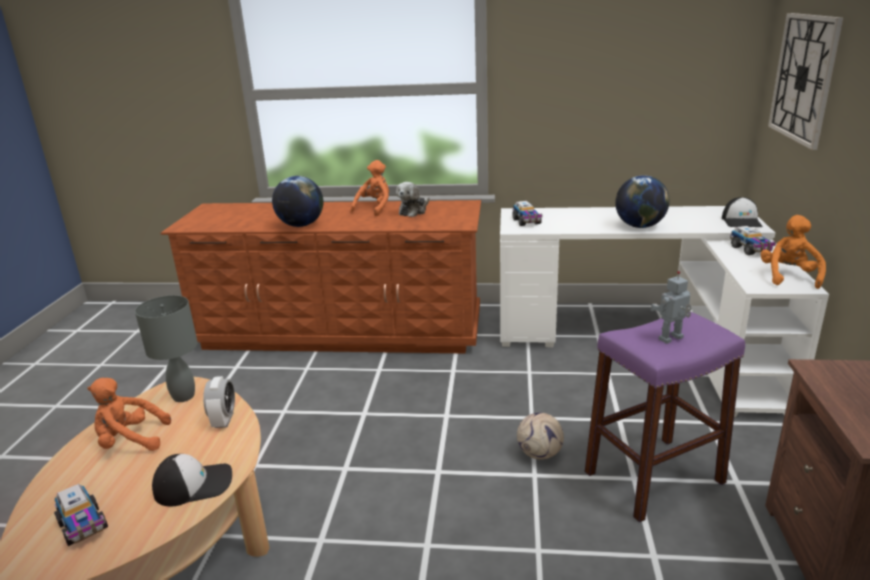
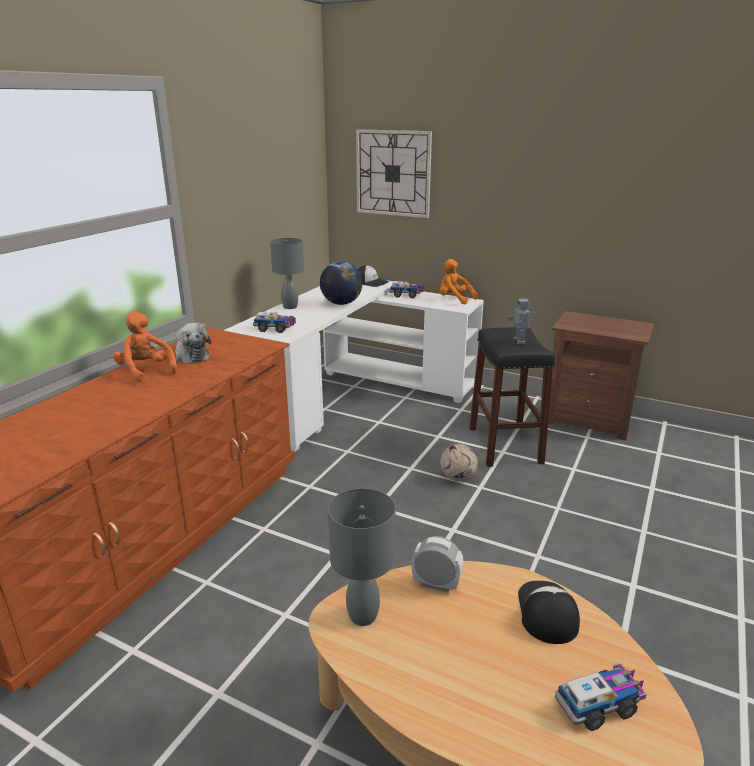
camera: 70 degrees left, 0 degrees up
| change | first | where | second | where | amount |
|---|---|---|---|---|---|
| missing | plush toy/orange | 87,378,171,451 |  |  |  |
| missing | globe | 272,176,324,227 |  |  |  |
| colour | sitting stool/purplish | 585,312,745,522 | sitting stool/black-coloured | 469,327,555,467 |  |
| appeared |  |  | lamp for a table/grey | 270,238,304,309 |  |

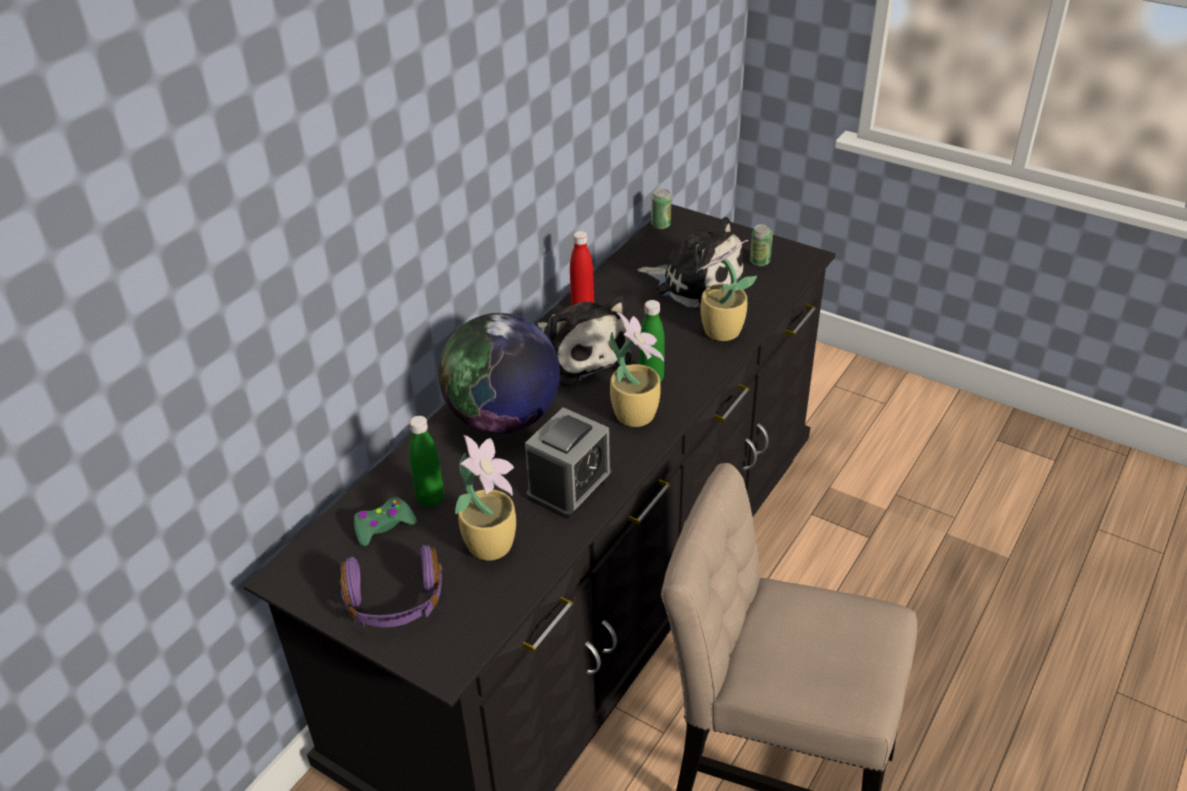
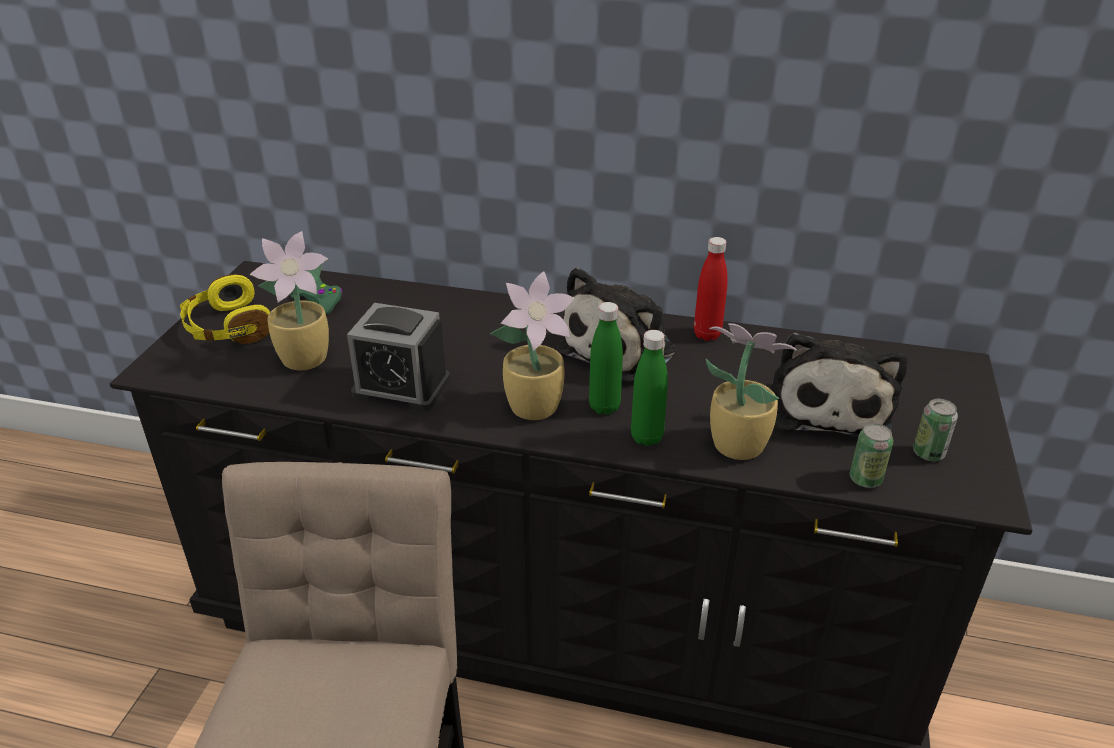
camera: 70 degrees right, 5 degrees down
| change | first | where | second | where | amount |
|---|---|---|---|---|---|
| colour | headphones/purplish | 339,545,442,628 | headphones/yellow | 180,274,270,344 |  |
| relocated | beverage bottle/green | 409,416,444,507 |  | 631,330,668,446 |  |
| missing | globe | 438,313,560,434 |  |  |  |
| relocated | sealed can | 651,189,671,229 |  | 850,423,893,488 |  |

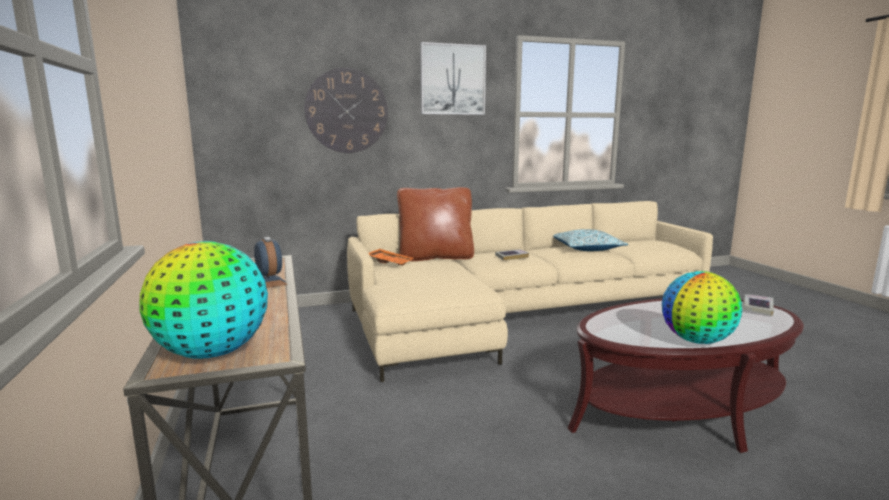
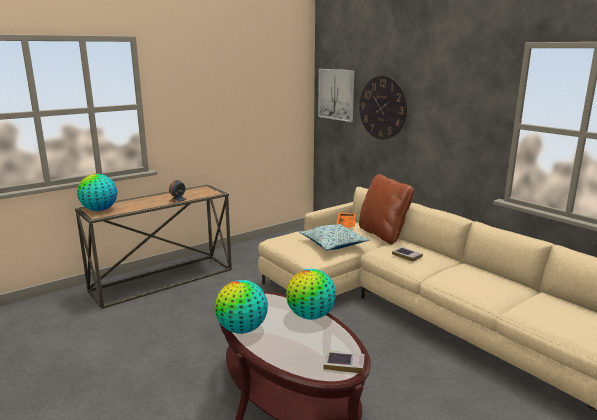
camera: 70 degrees right, 5 degrees up
| change | first | where | second | where | amount |
|---|---|---|---|---|---|
| relocated | picture | 420,42,486,115 |  | 318,69,354,122 |  |
| relocated | pillow | 553,229,628,251 |  | 300,224,370,251 |  |
| appeared |  |  | globe | 286,269,336,320 |  |

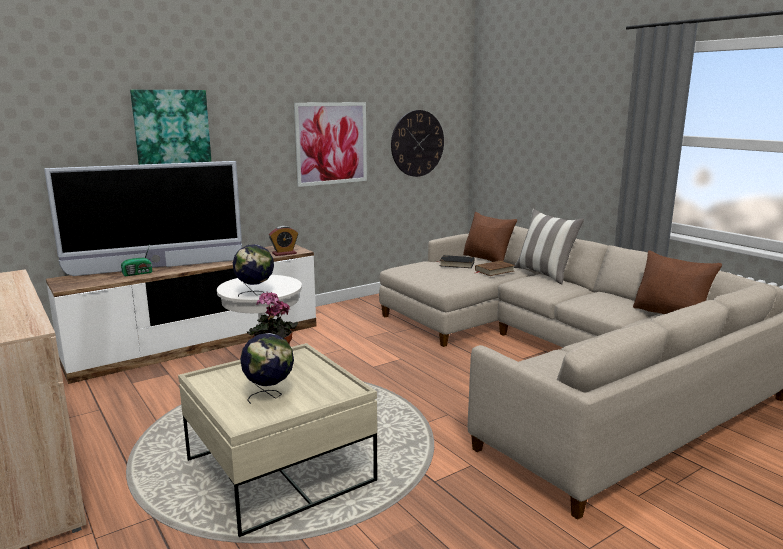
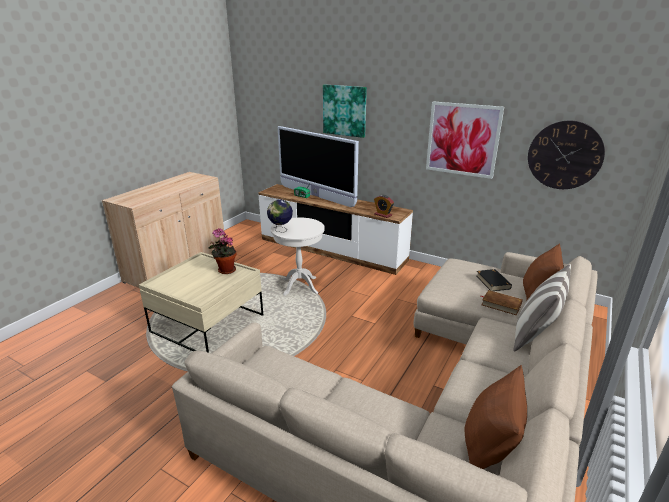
camera: 65 degrees right, 10 degrees up
| change | first | where | second | where | amount |
|---|---|---|---|---|---|
| missing | globe | 240,333,294,404 |  |  |  |

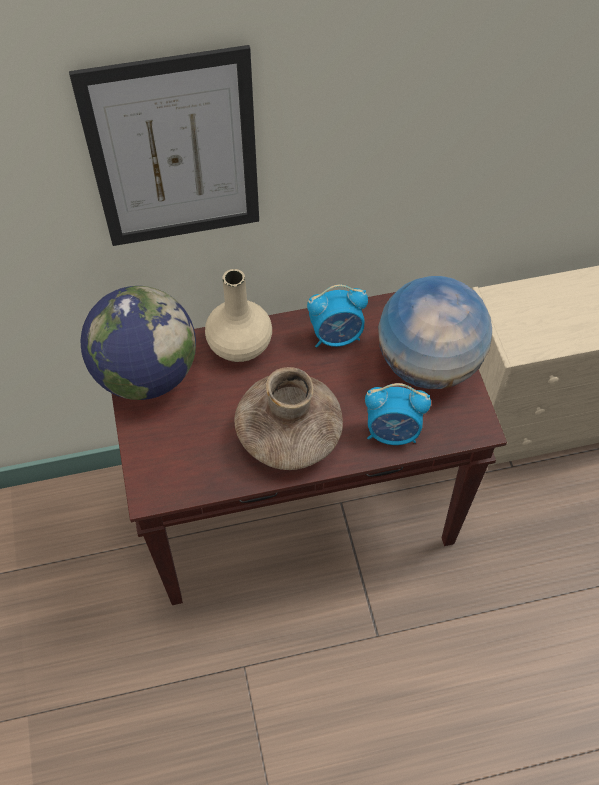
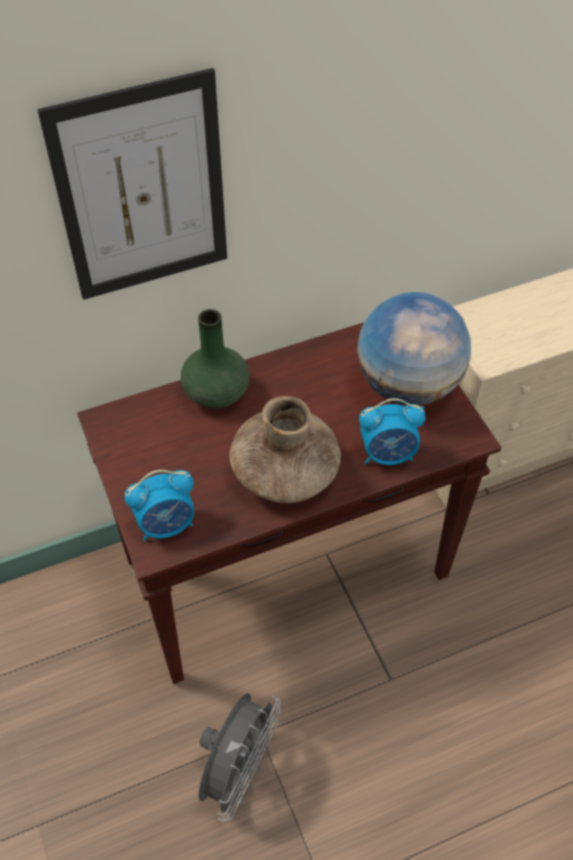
camera: 10 degrees left, 5 degrees down
| change | first | where | second | where | amount |
|---|---|---|---|---|---|
| missing | globe | 81,286,196,400 |  |  |  |
| colour | vase/beige-coloured | 205,269,272,362 | vase/green | 181,309,250,408 |  |
| relocated | alarm clock | 307,285,368,348 |  | 125,470,194,542 |  |
| appeared |  |  | fan/grey | 198,693,281,822 |  |

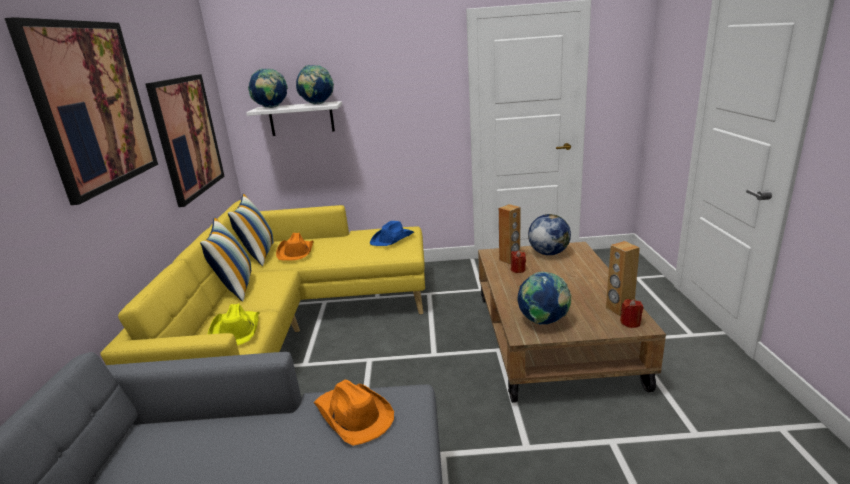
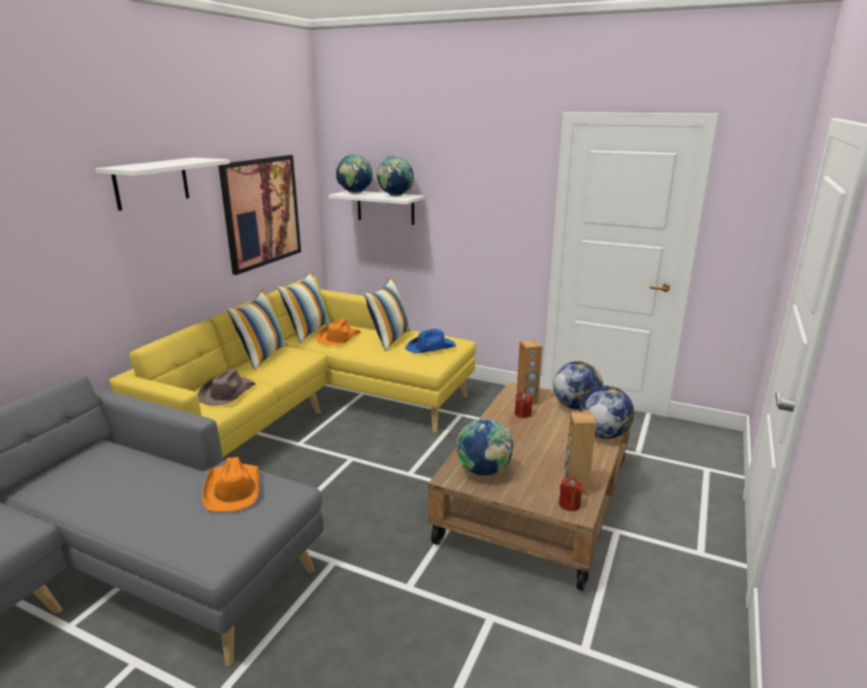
camera: 25 degrees right, 0 degrees up
| change | first | where | second | where | amount |
|---|---|---|---|---|---|
| exchanged | picture | 4,17,158,205 | wall shelf/white-coloured | 95,158,230,211 |  |
| colour | clothing hat/yellow | 208,304,259,346 | clothing hat/brownish | 198,369,255,406 |  |
| appeared |  |  | pillow | 364,277,410,351 |  |
| appeared |  |  | globe | 579,386,634,439 |  |

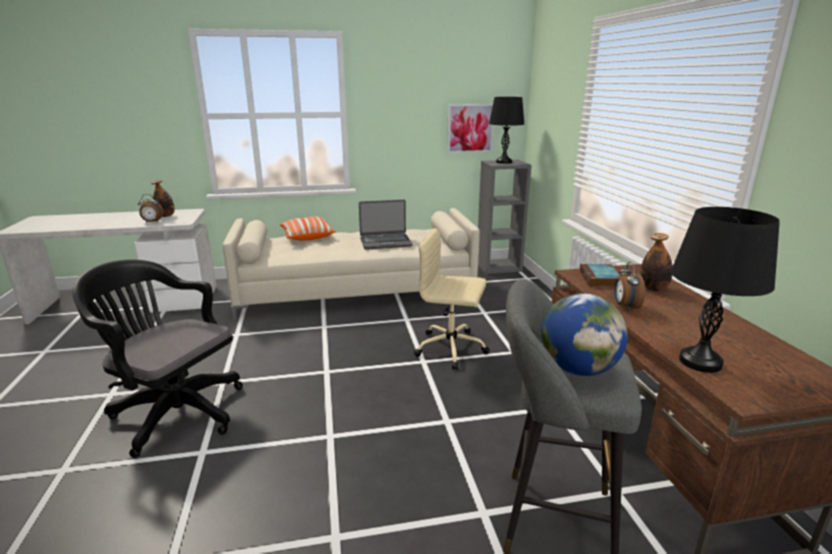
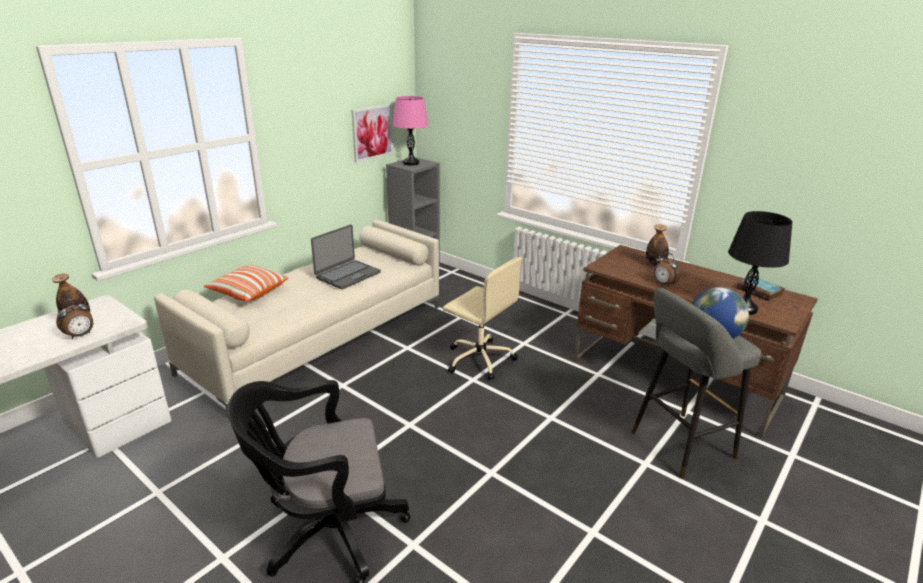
camera: 40 degrees left, 5 degrees up
| change | first | where | second | where | amount |
|---|---|---|---|---|---|
| spun | office chair/beige-coloured | 414,228,490,370 |  | 443,257,522,380 | 120 degrees counterclockwise |
| colour | lamp for a table/black-coloured | 489,97,524,164 | lamp for a table/pinkish | 393,96,428,166 |  |
| relocated | bound book | 580,264,620,287 |  | 736,276,785,302 |  |

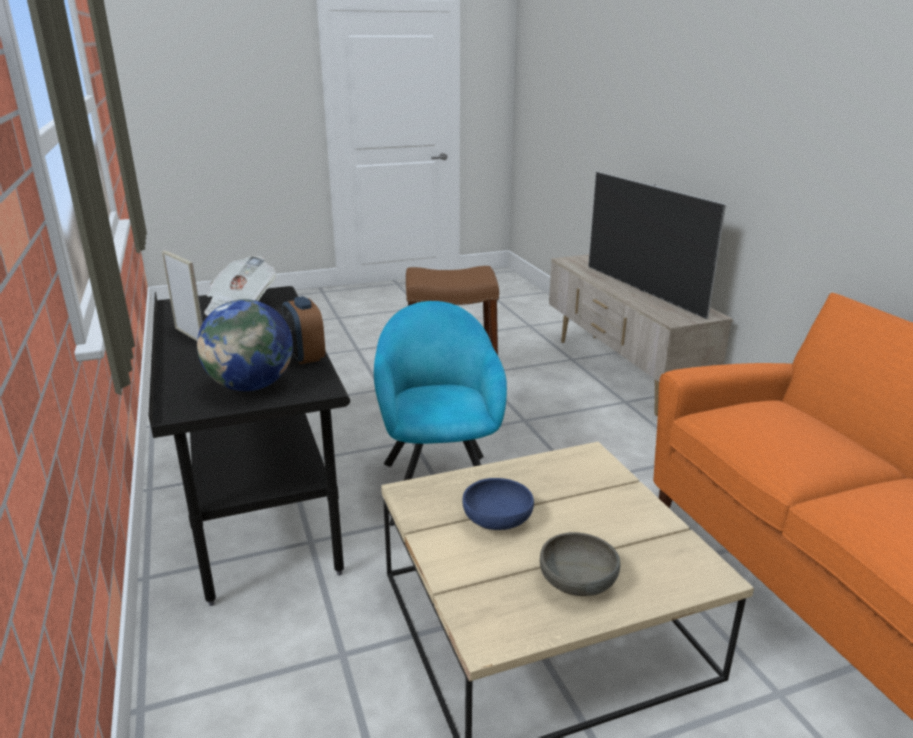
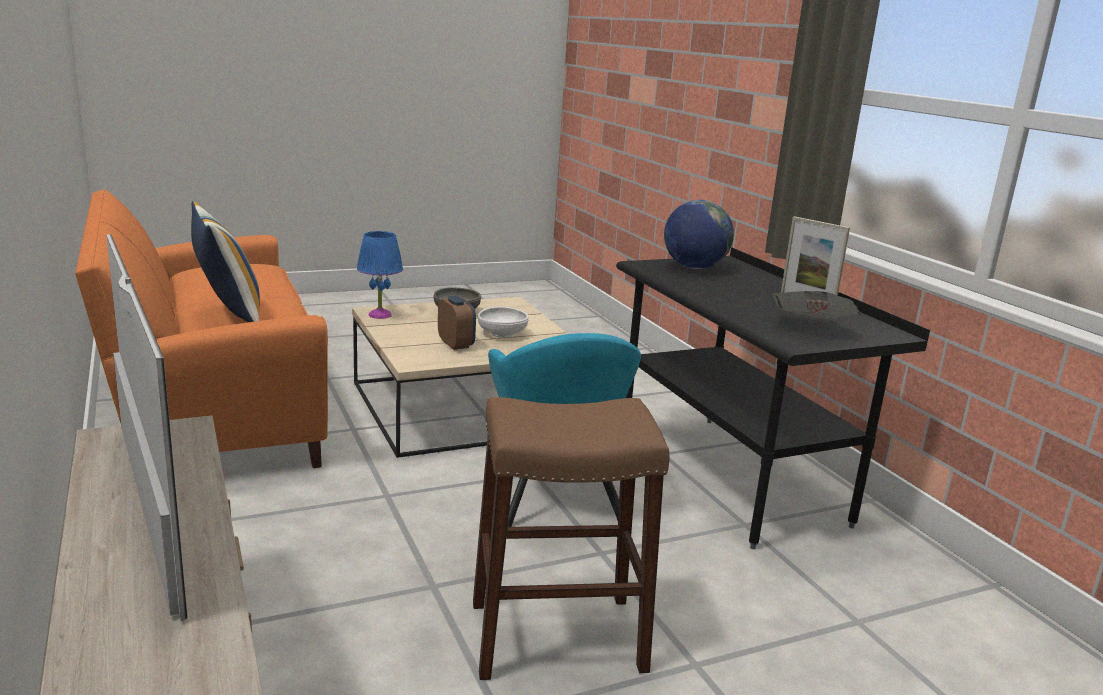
camera: 175 degrees right, 5 degrees down
| change | first | where | second | where | amount |
|---|---|---|---|---|---|
| relocated | alarm clock | 282,296,325,364 |  | 438,296,476,350 |  |
| colour | bowl/bluish | 462,478,534,530 | bowl/white-coloured | 478,307,529,338 |  |
| appeared |  |  | pillow | 191,201,260,322 |  |
| appeared |  |  | lamp for a table/bluish | 357,231,403,319 |  |

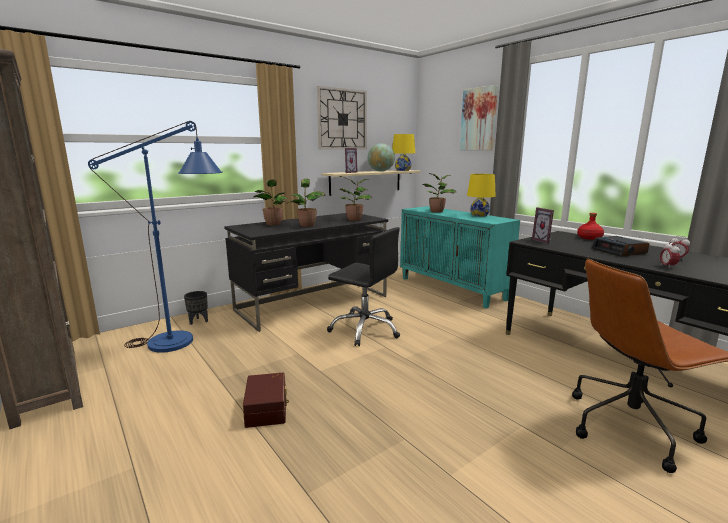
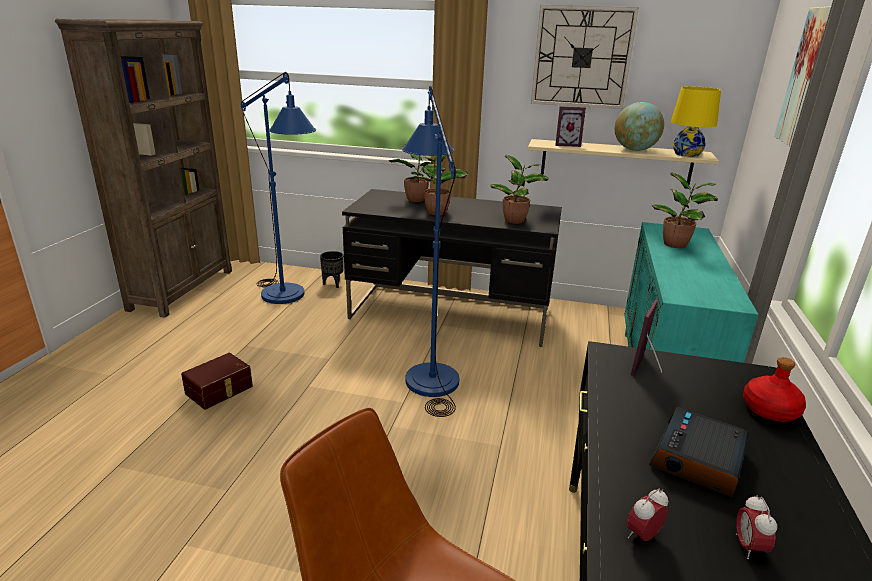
camera: 50 degrees right, 10 degrees up
| change | first | where | second | where | amount |
|---|---|---|---|---|---|
| exchanged | office chair/black-coloured | 327,227,400,346 | floor lamp/bluish | 402,86,459,417 |  |
| missing | lamp for a table/yellow | 467,174,496,217 |  |  |  |

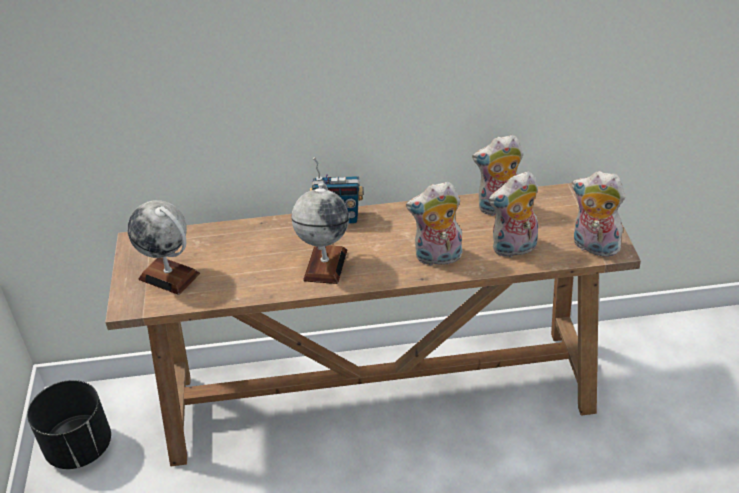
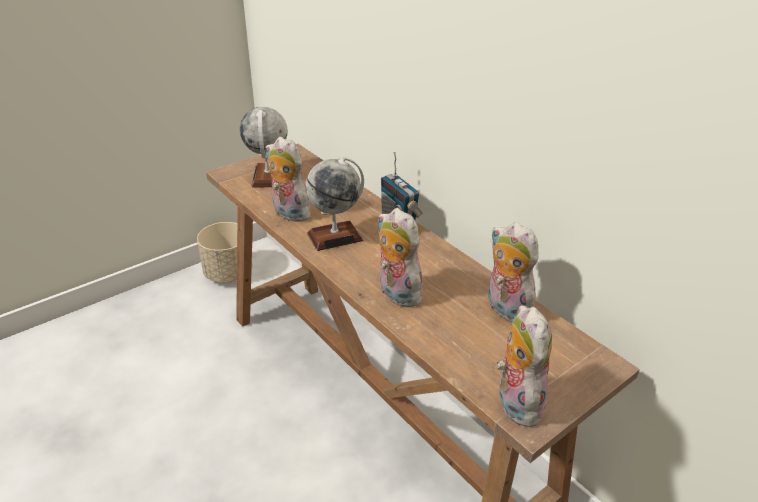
camera: 55 degrees right, 5 degrees down
| change | first | where | second | where | amount |
|---|---|---|---|---|---|
| colour | flower pot/black-coloured | 27,380,111,469 | flower pot/beige-coloured | 197,222,253,283 |  |
| relocated | plush toy | 489,171,538,257 |  | 265,137,312,222 |  |

